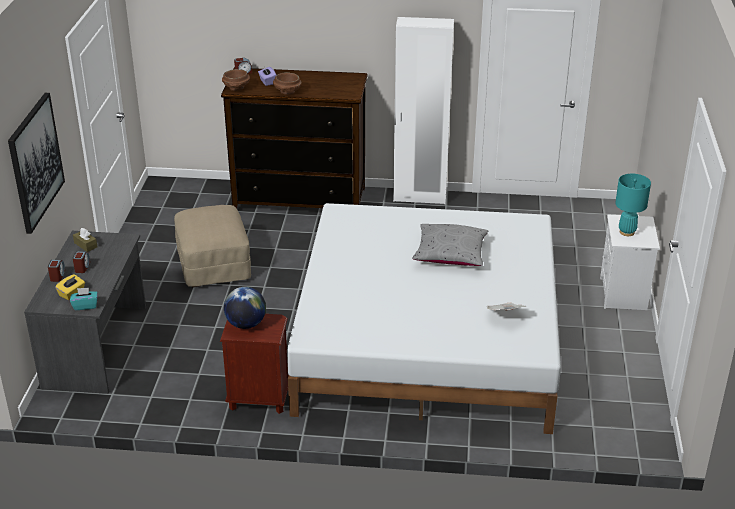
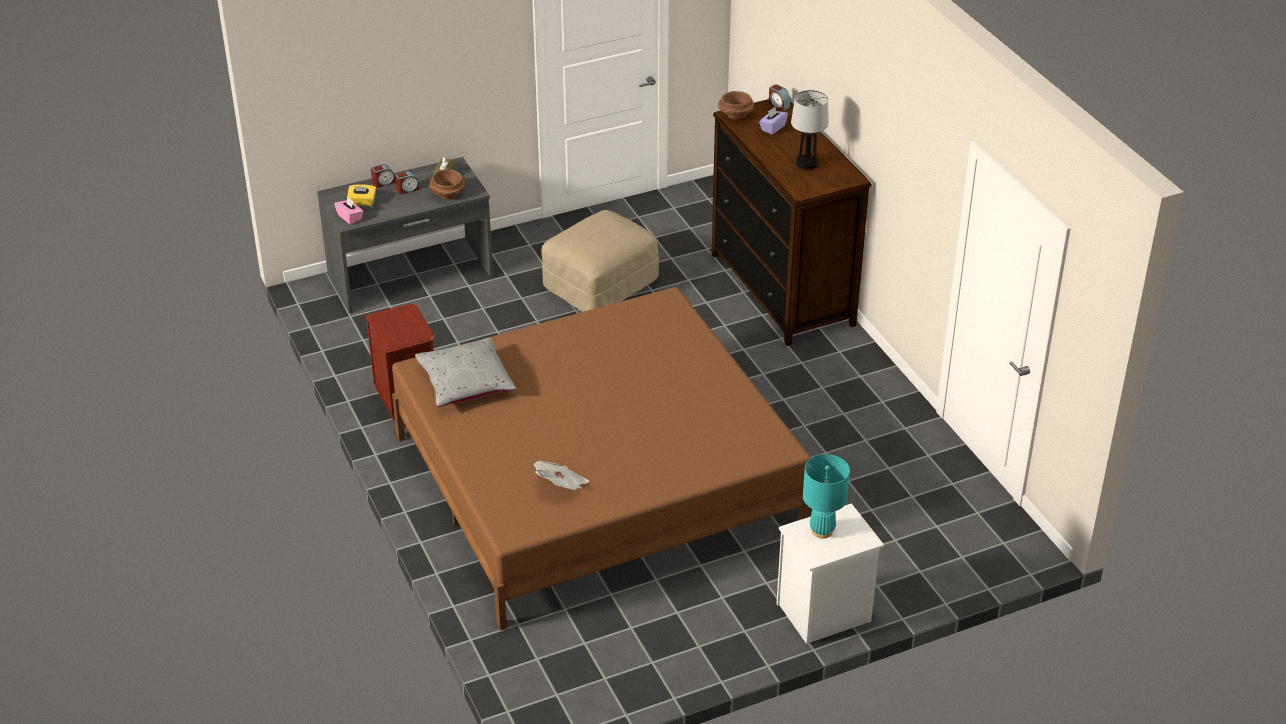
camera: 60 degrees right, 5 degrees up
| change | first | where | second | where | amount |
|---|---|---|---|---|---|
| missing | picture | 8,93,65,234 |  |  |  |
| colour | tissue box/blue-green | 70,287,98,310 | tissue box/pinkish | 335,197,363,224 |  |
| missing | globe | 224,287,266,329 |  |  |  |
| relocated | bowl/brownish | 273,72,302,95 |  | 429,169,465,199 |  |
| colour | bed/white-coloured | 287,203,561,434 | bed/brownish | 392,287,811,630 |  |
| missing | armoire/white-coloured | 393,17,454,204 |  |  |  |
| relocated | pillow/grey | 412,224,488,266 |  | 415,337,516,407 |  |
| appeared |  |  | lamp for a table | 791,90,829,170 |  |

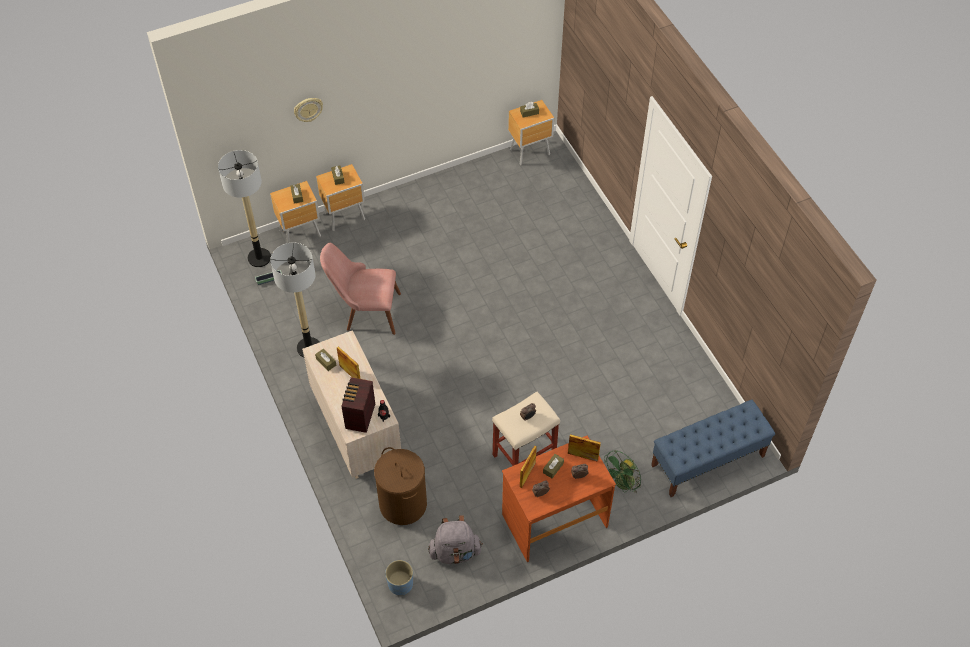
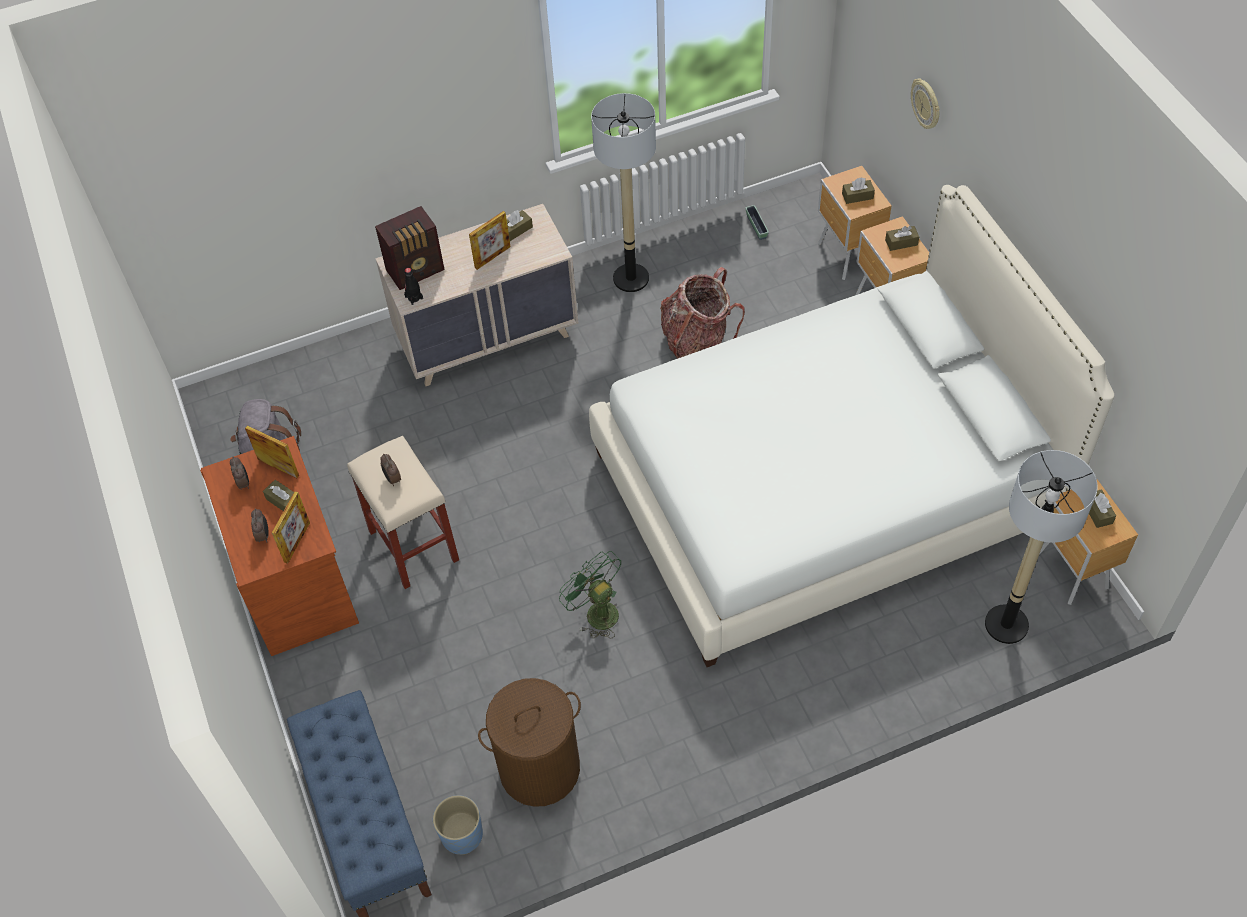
camera: 95 degrees right, 0 degrees up
| change | first | where | second | where | amount |
|---|---|---|---|---|---|
| relocated | floor lamp | 218,150,271,267 |  | 985,450,1098,644 |  |
| exchanged | plain chair/pinkish | 320,243,401,335 | knapsack | 660,267,745,359 |  |
| spun | radio | 341,377,375,433 |  | 375,206,444,290 | 135 degrees clockwise |
| relocated | laundry basket/brownish | 374,447,427,525 |  | 478,678,581,807 |  |
| relocated | flower pot/bluish | 385,560,413,595 |  | 433,795,483,855 |  |
| relocated | fan/green | 604,450,641,493 |  | 559,551,621,638 |  |
| appeared |  |  | bed/white-coloured | 589,185,1115,667 |  |

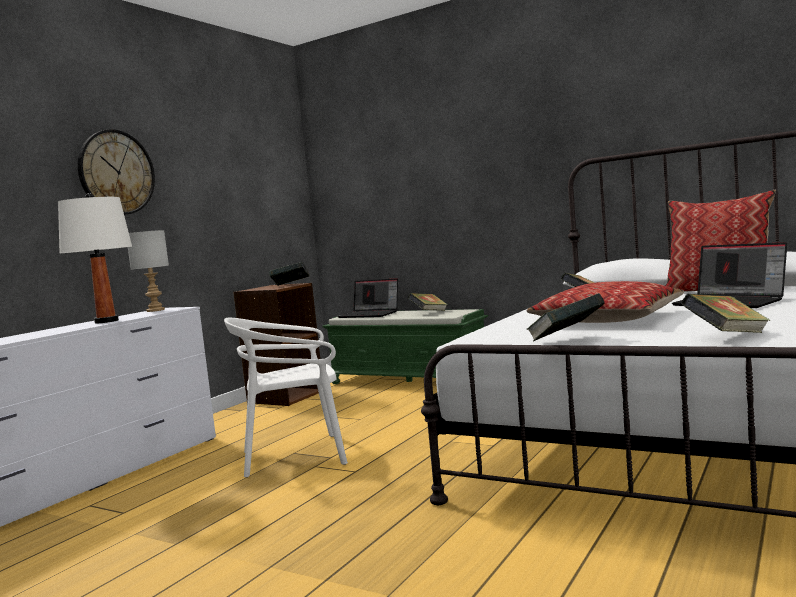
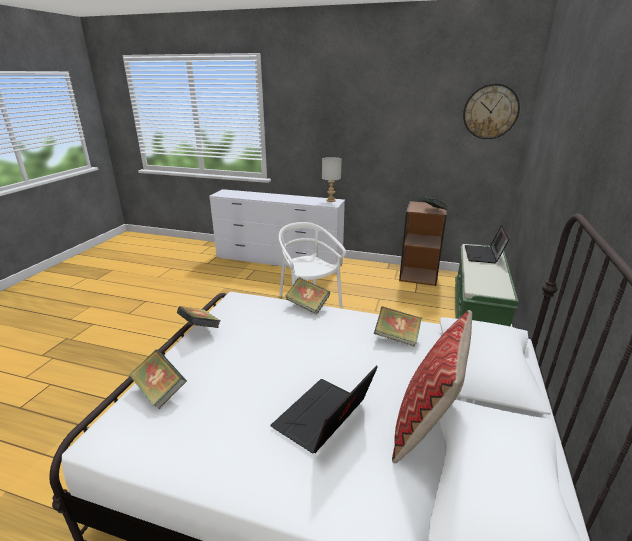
camera: 75 degrees right, 20 degrees up
| change | first | where | second | where | amount |
|---|---|---|---|---|---|
| missing | lamp for a table/white-coloured | 58,193,132,323 |  |  |  |
| relocated | hanging clock | 78,129,155,215 |  | 463,83,520,139 |  |
| relocated | bound book | 408,293,448,311 |  | 286,277,330,314 |  |
| missing | pillow | 526,281,684,323 |  |  |  |

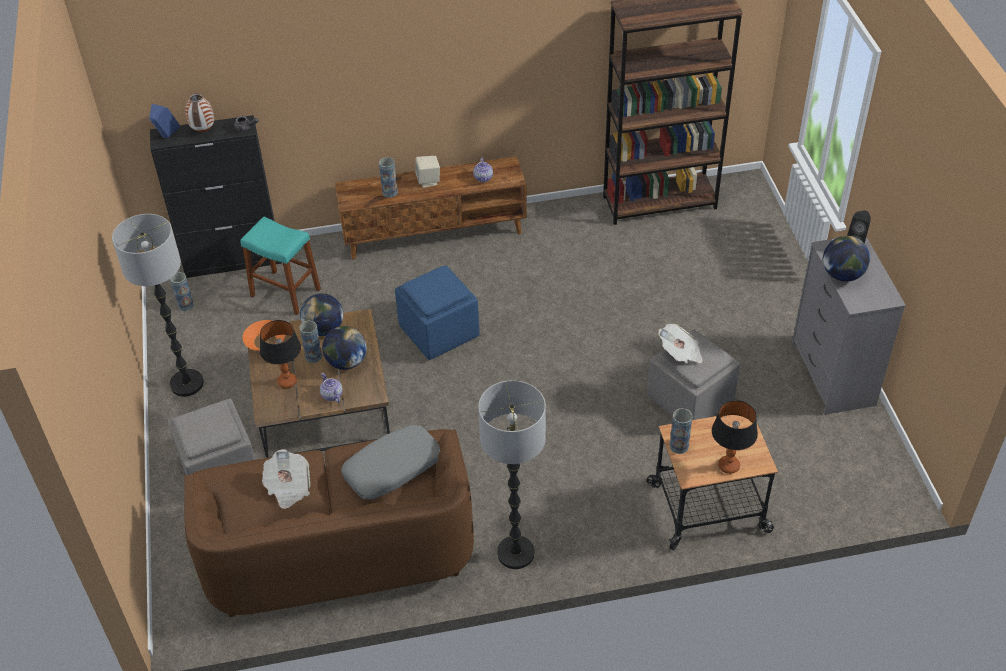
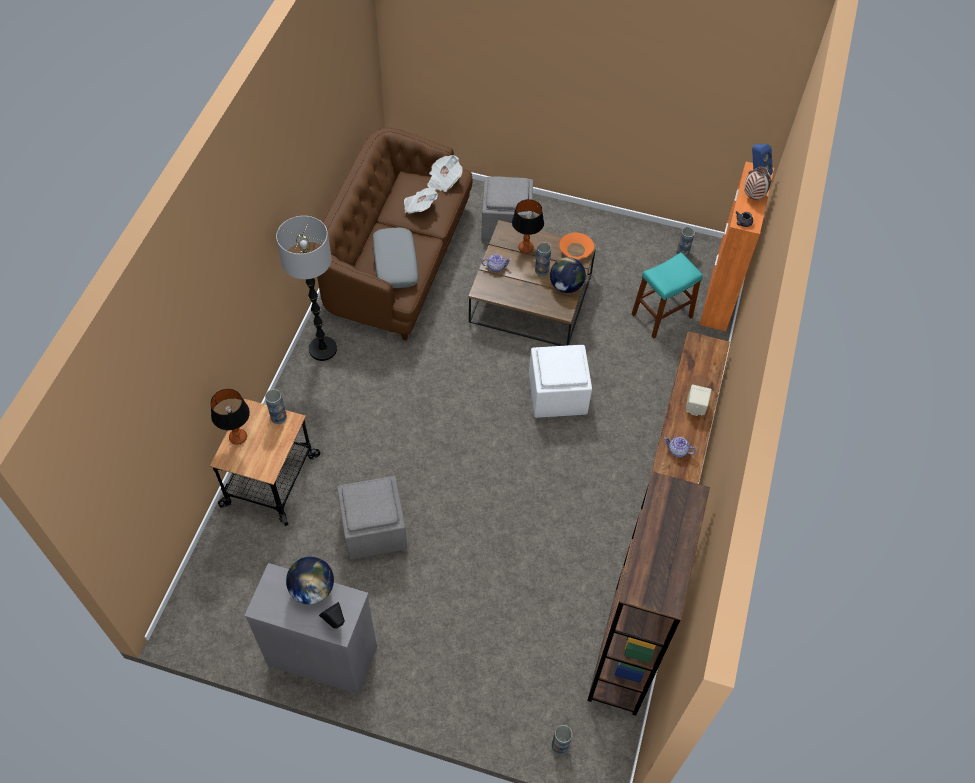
camera: 115 degrees right, 10 degrees up
| change | first | where | second | where | amount |
|---|---|---|---|---|---|
| missing | floor lamp | 112,214,204,397 |  |  |  |
| colour | cabinet/black-coloured | 150,115,282,278 | cabinet/orange | 700,162,774,331 |  |
| missing | globe | 322,326,366,370 |  |  |  |
| relocated | vase | 379,157,398,198 |  | 552,725,572,755 |  |
| colour | footrest/bluish | 395,265,480,360 | footrest/white-coloured | 529,345,592,418 |  |
| relocated | daily paper | 659,324,703,363 |  | 427,155,463,192 |  |

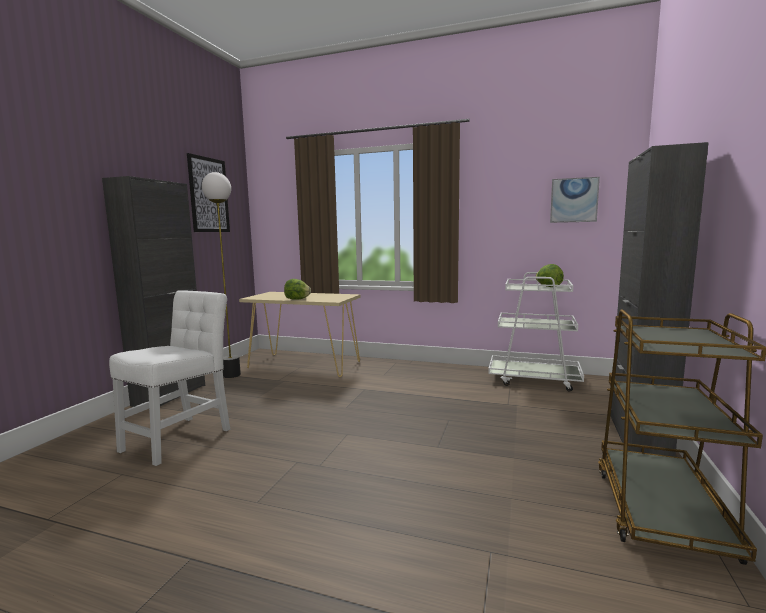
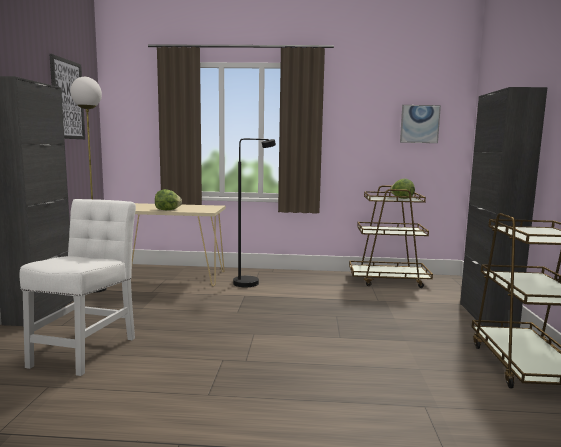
camera: 15 degrees left, 0 degrees up
| change | first | where | second | where | amount |
|---|---|---|---|---|---|
| colour | trolley/white-coloured | 488,272,584,391 | trolley/brownish | 349,185,433,288 |  |
| appeared |  |  | floor lamp/black-coloured | 233,138,276,287 |  |

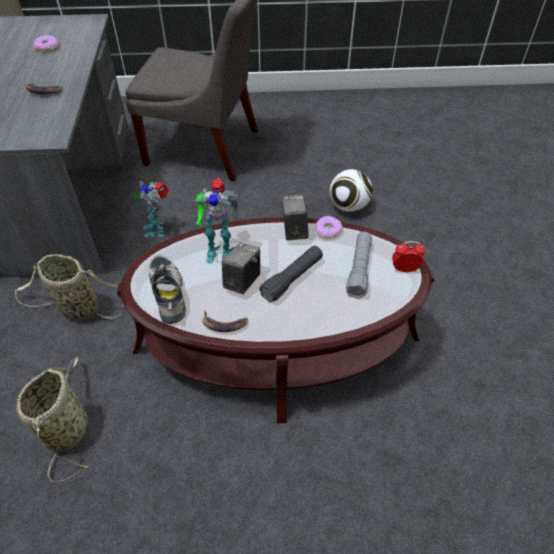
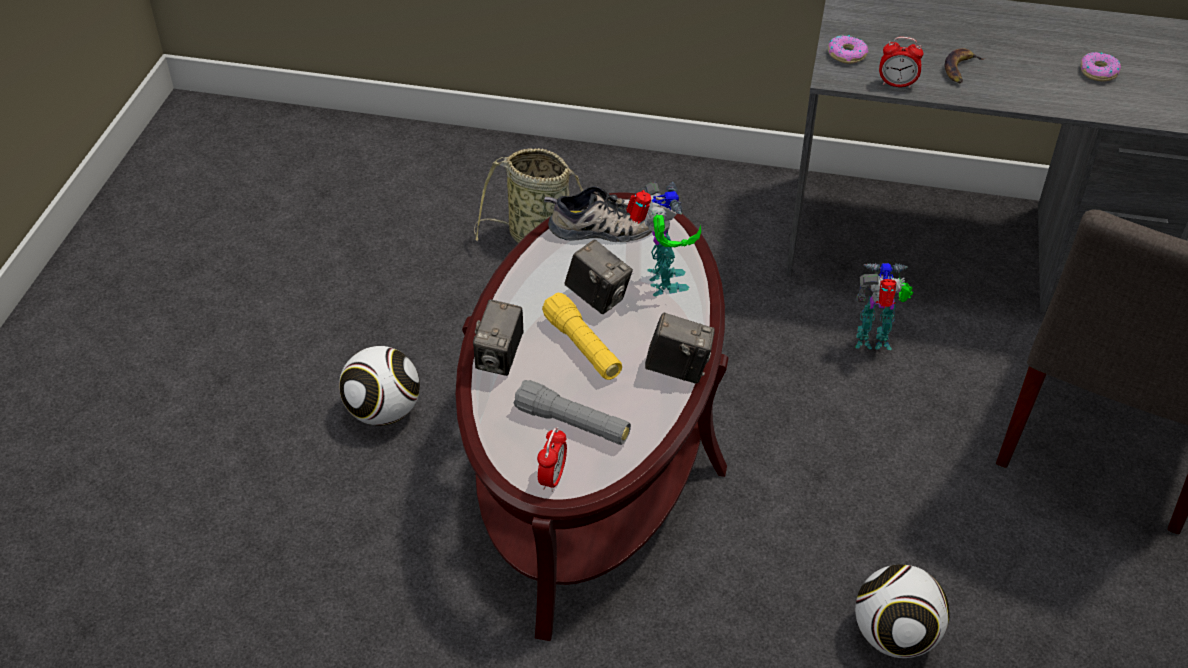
camera: 105 degrees right, 5 degrees down
| change | first | where | second | where | amount |
|---|---|---|---|---|---|
| missing | basket | 15,254,123,321 |  |  |  |
| spun | toy robot | 195,177,238,264 |  | 626,182,701,297 | 150 degrees clockwise |
| missing | whole banana | 202,310,248,332 |  |  |  |
| colour | torch/black-coloured | 259,246,323,302 | torch/yellow | 542,293,622,380 |  |
| relocated | donut | 315,216,343,239 |  | 828,35,869,64 |  |
| appeared |  |  | football ball | 339,346,420,426 |  |
| appeared |  |  | photo camera | 473,299,523,376 |  |
| appeared |  |  | alarm clock | 879,37,923,88 |  |

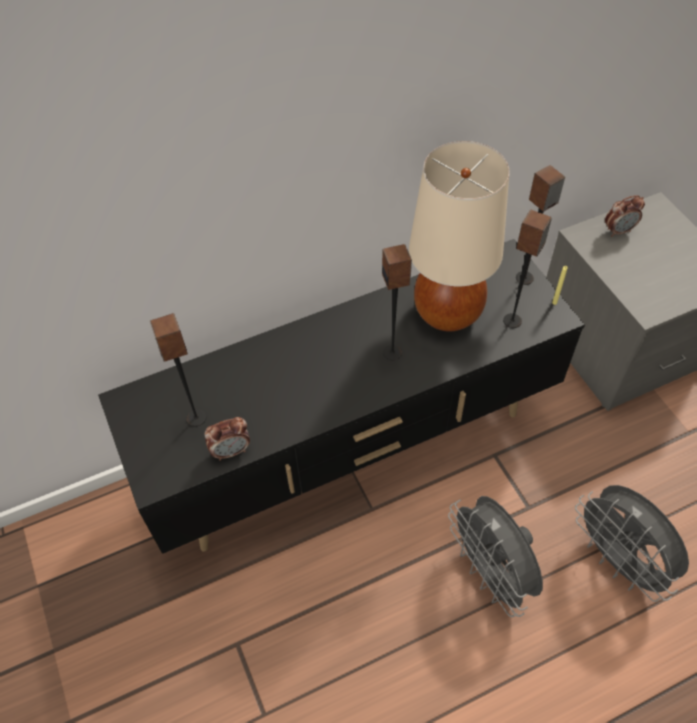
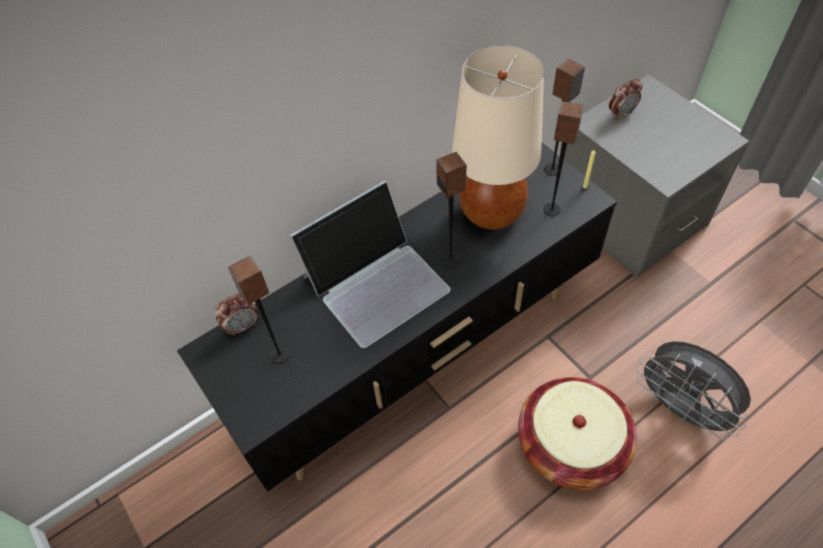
camera: 10 degrees left, 0 degrees up
| change | first | where | second | where | amount |
|---|---|---|---|---|---|
| relocated | alarm clock | 205,417,250,461 |  | 214,293,258,336 |  |
| exchanged | fan/grey | 448,496,543,617 | basket | 518,377,637,490 |  |
| appeared |  |  | notebook computer | 290,181,451,348 |  |

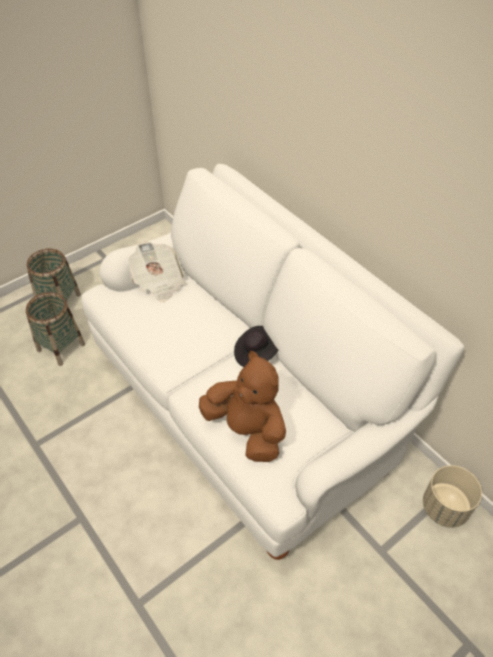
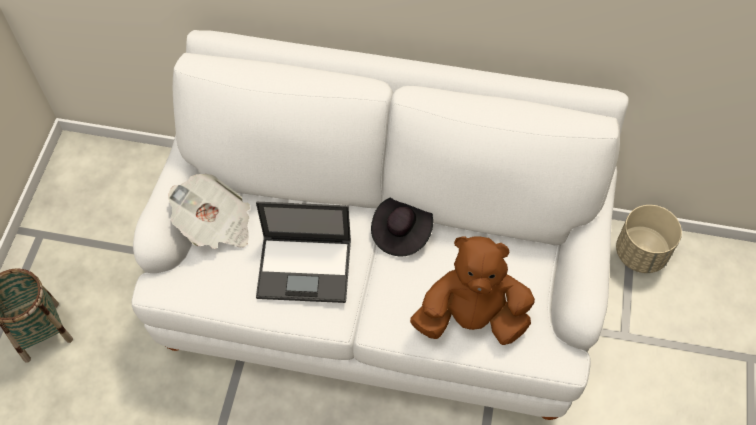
camera: 40 degrees left, 10 degrees up
| change | first | where | second | where | amount |
|---|---|---|---|---|---|
| missing | basket | 25,292,85,366 |  |  |  |
| appeared |  |  | notebook computer | 256,202,351,303 |  |

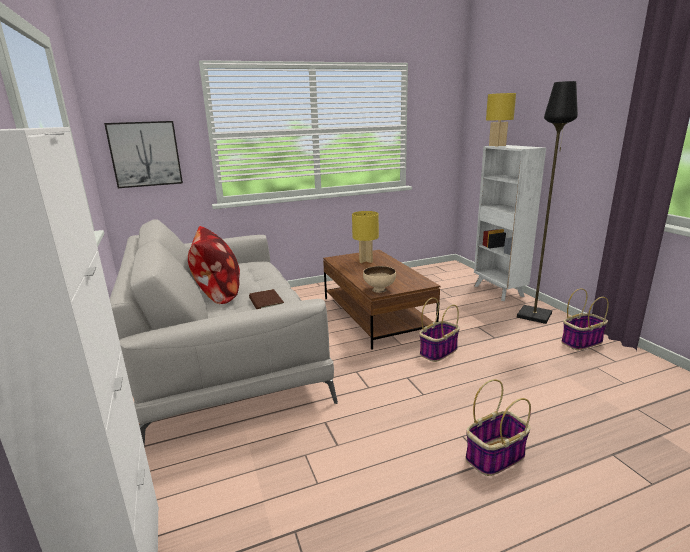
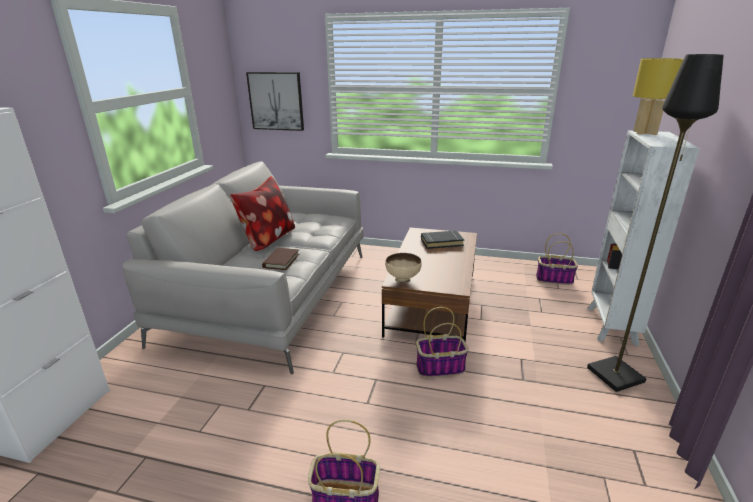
camera: 35 degrees right, 5 degrees up
| change | first | where | second | where | amount |
|---|---|---|---|---|---|
| exchanged | lamp for a table/yellow | 352,211,379,263 | bound book/black-coloured | 421,230,464,249 |  |
| relocated | basket | 561,288,609,350 |  | 536,233,578,285 |  |

